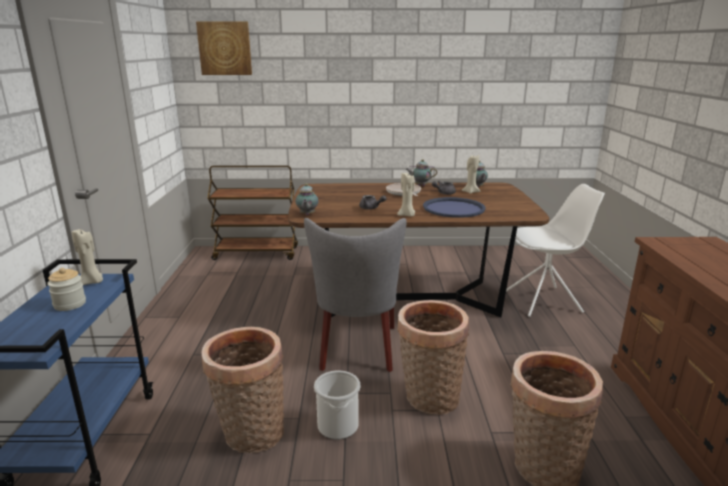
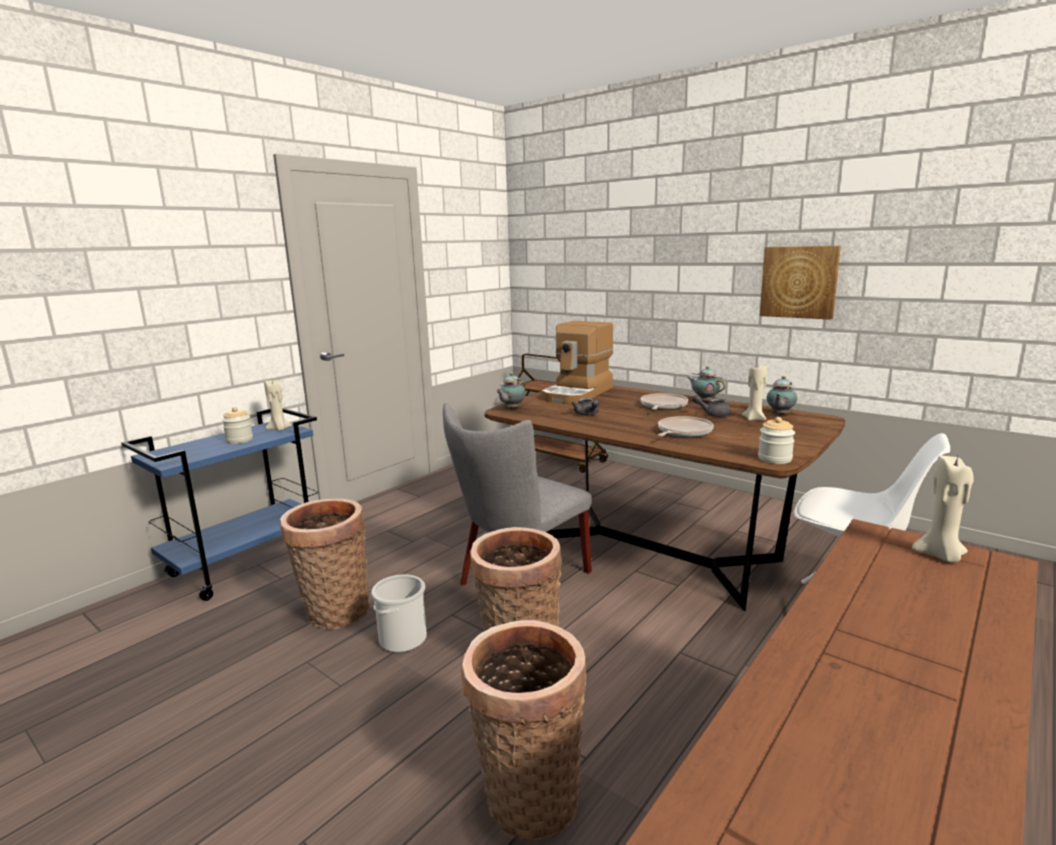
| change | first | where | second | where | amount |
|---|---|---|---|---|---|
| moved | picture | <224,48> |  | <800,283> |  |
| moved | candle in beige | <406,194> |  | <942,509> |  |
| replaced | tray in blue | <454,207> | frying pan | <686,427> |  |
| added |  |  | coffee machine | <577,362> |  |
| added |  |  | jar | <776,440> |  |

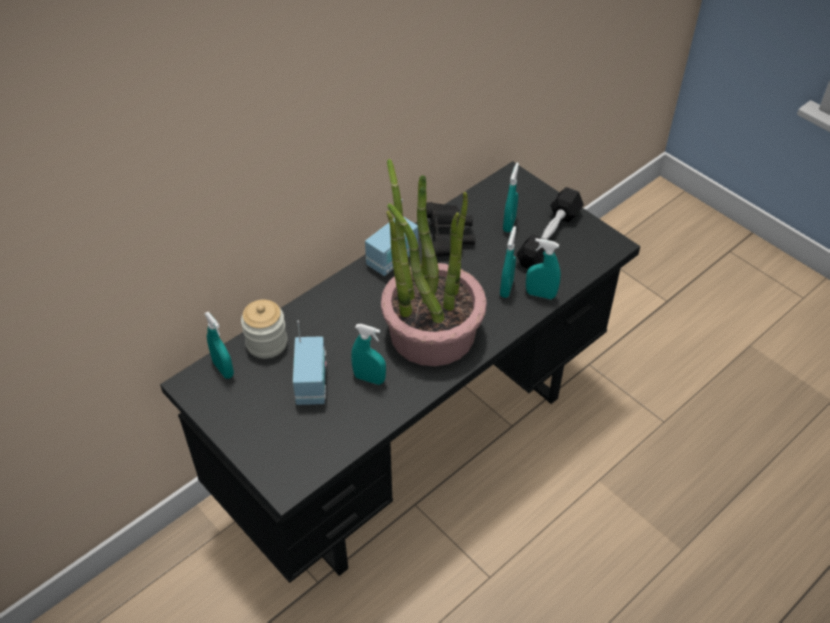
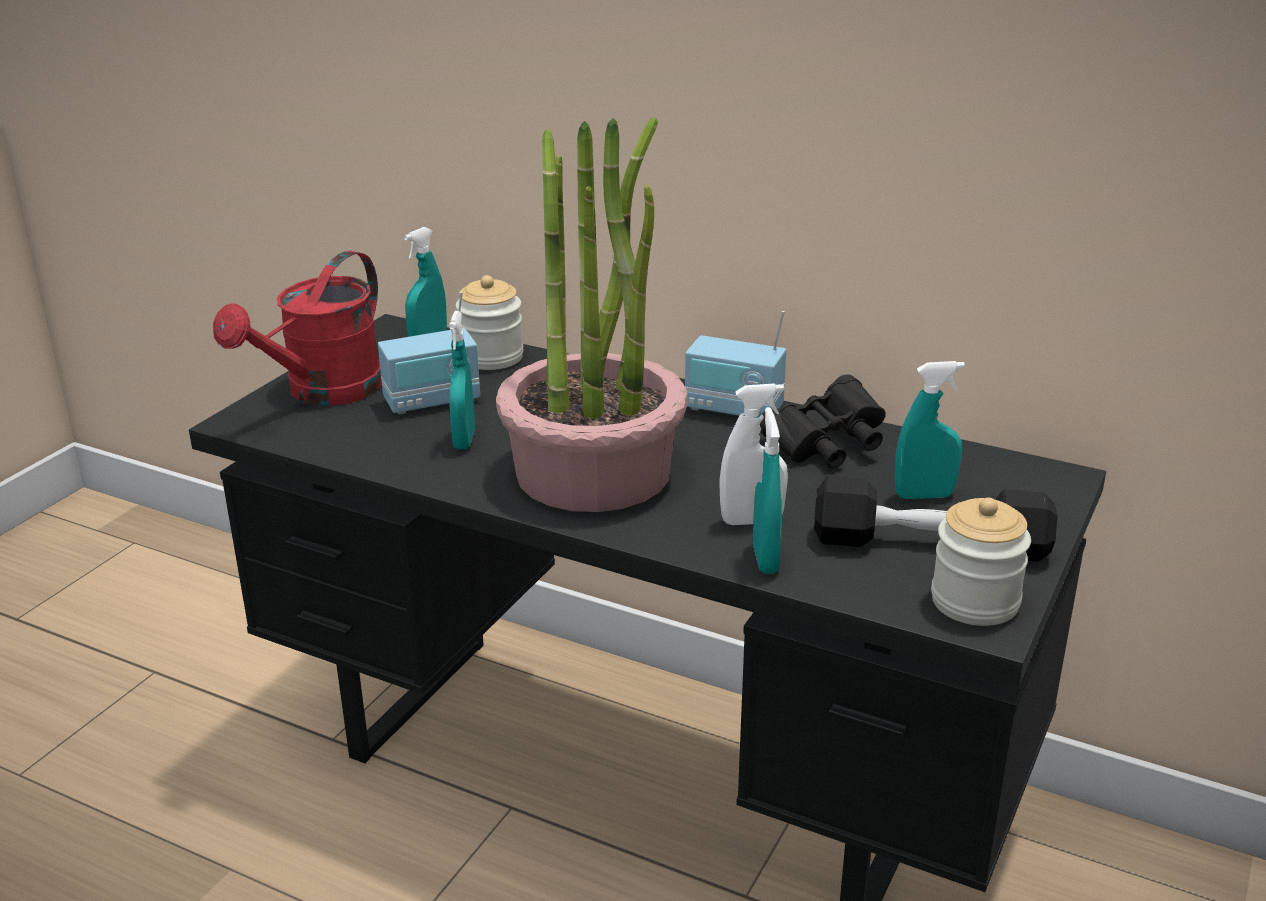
| change | first | where | second | where | amount |
|---|---|---|---|---|---|
| recoloured | spray bottle in turquoise | <508,262> | spray bottle in white | <753,454> |  |
| added |  |  | watering can in red | <297,328> |  |
| added |  |  | jar | <981,561> |  |

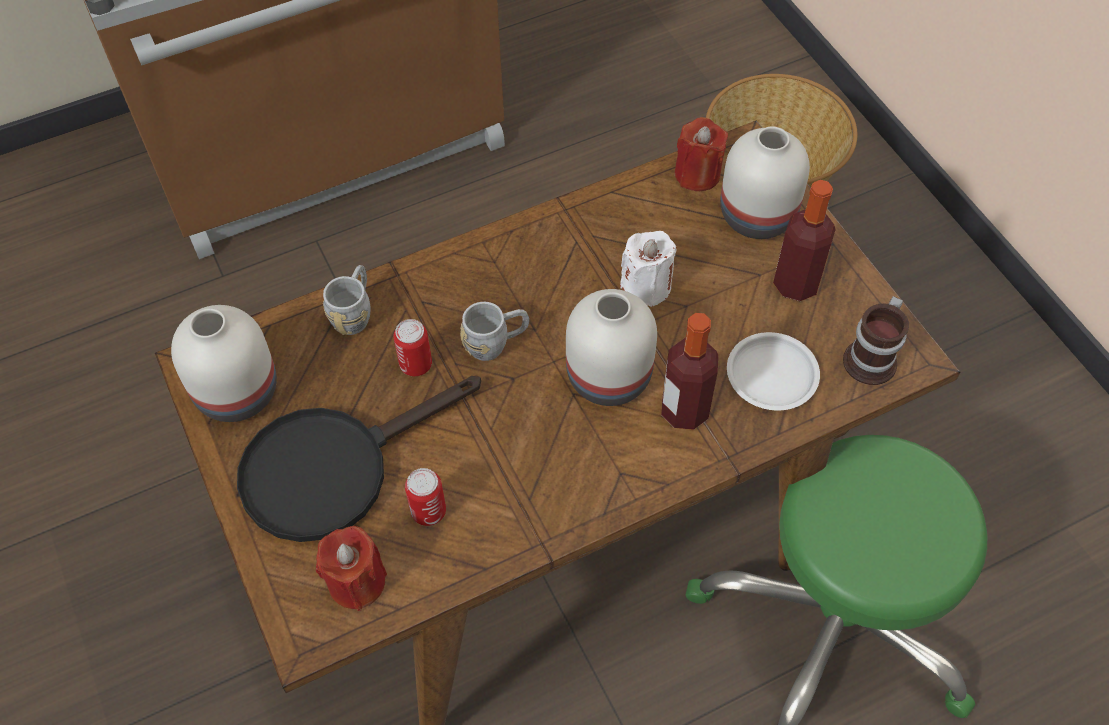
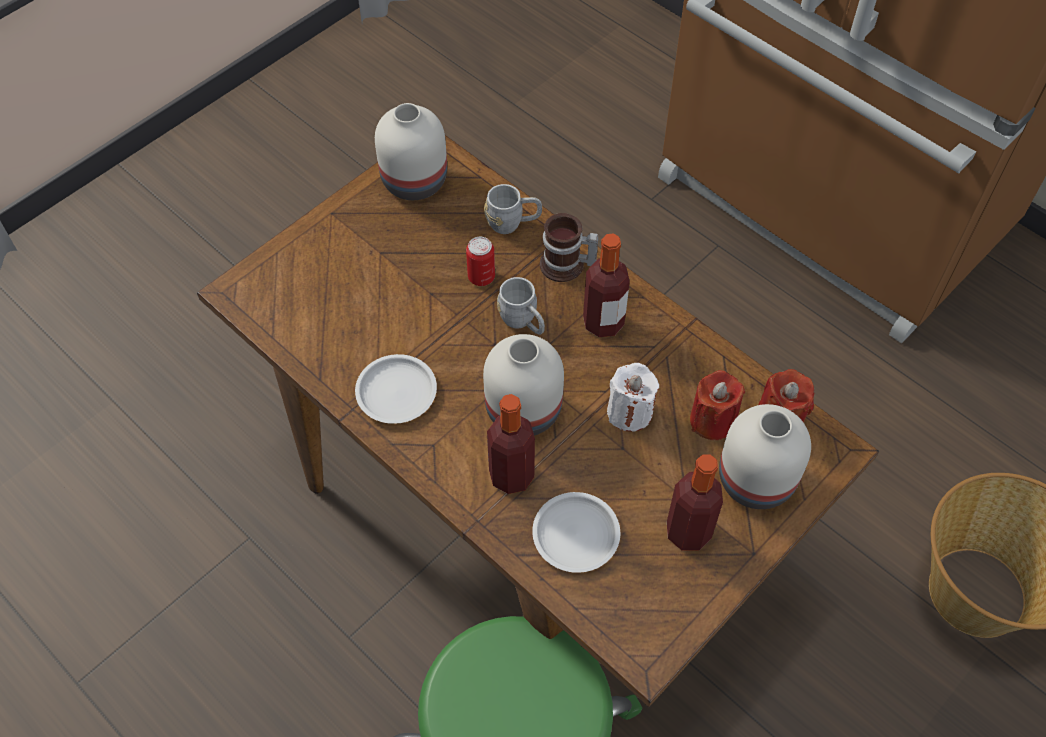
| change | first | where | second | where | amount |
|---|---|---|---|---|---|
| removed | frying pan in black | <359,459> |  |  |  |
| moved | candle in red | <351,568> |  | <717,405> |  |
| removed | can | <425,497> |  |  |  |
| moved | mug | <876,340> |  | <569,247> |  |
| added |  |  | plate in white | <396,389> |  |
| added |  |  | bottle | <606,285> |  |

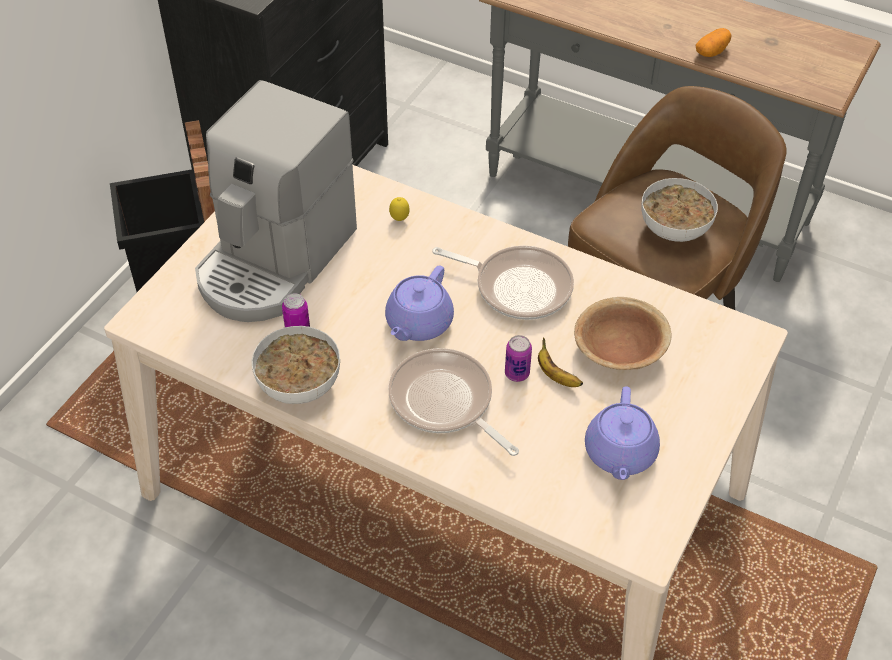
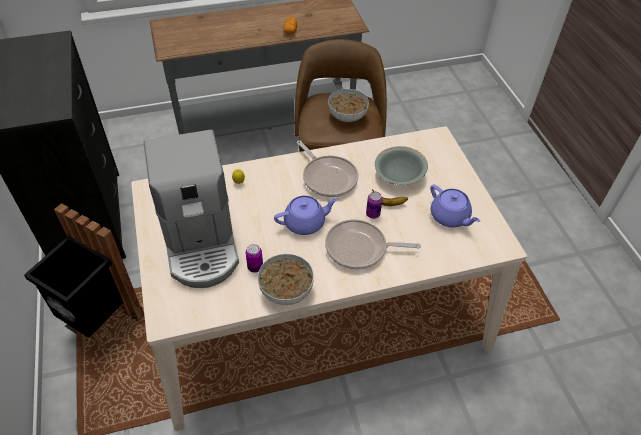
| change | first | where | second | where | amount |
|---|---|---|---|---|---|
| turned | teapot in purple | <419,303> |  | <306,215> | 90 degrees counterclockwise |
| turned | frying pan | <503,283> |  | <327,169> | 75 degrees clockwise |
| recoloured | bowl in brown | <623,333> | bowl in grey | <401,165> |  |

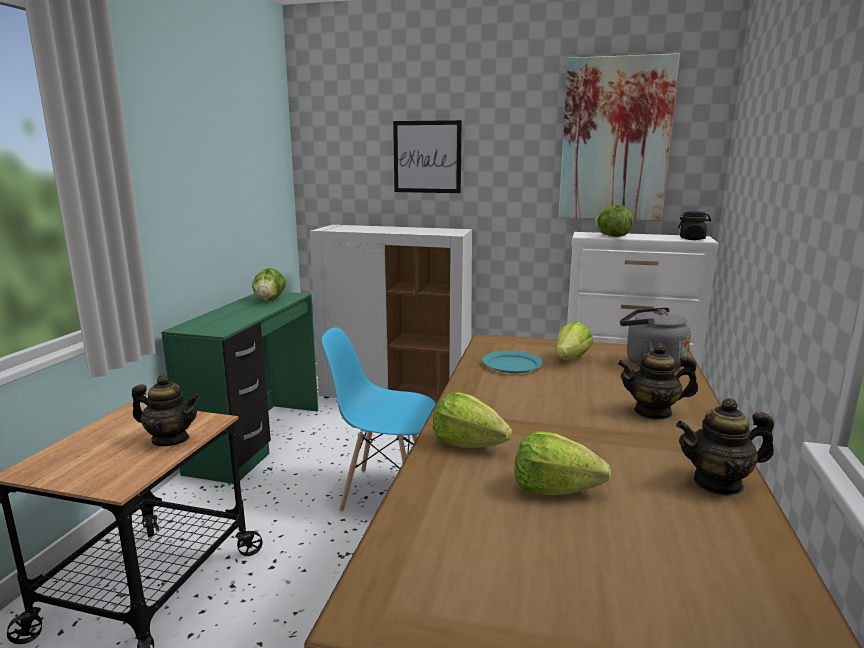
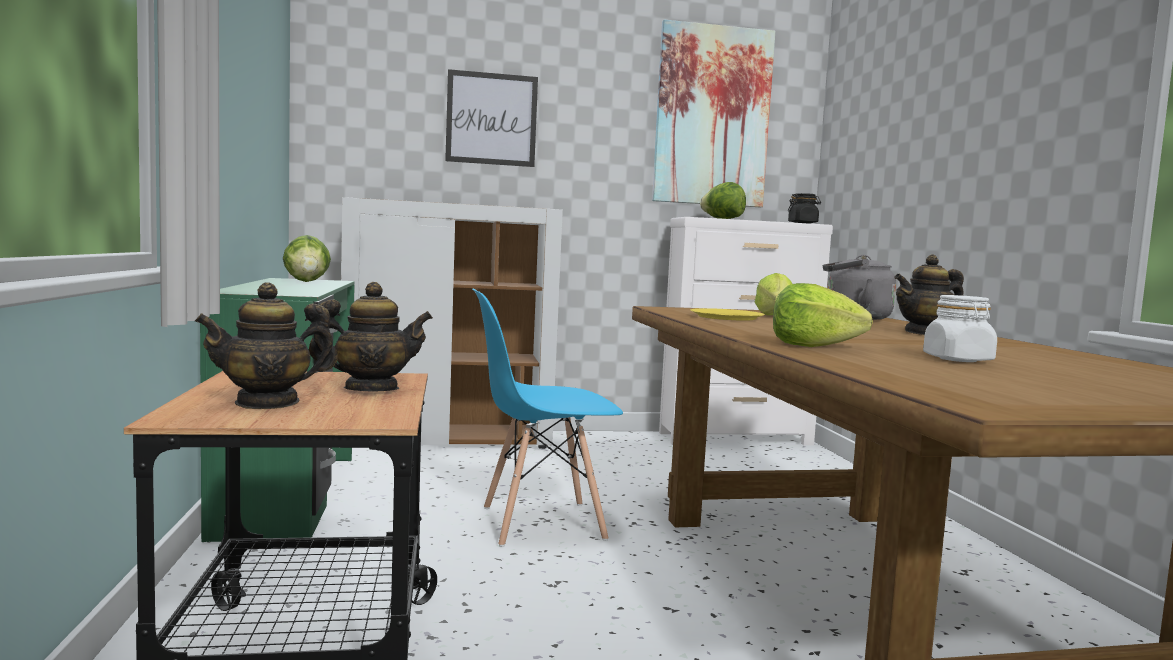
| change | first | where | second | where | amount |
|---|---|---|---|---|---|
| recoloured | plate in turquoise | <512,362> | plate in yellow | <727,314> |  |
| replaced | lettuce | <562,463> | jar in white | <960,328> |  |
| moved | teapot | <725,447> |  | <266,345> |  |

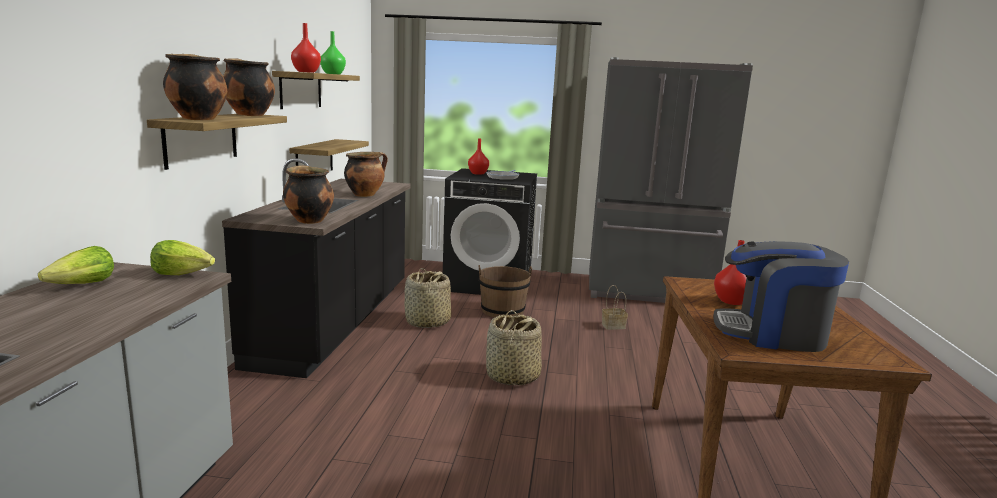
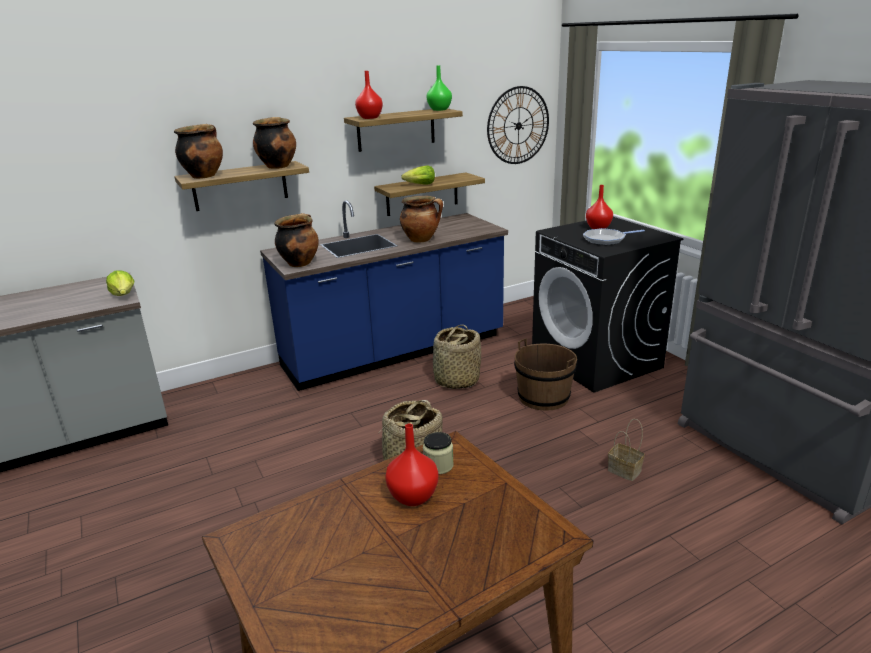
| change | first | where | second | where | amount |
|---|---|---|---|---|---|
| moved | lettuce | <76,265> |  | <418,174> |  |
| recoloured | counter in black | <316,268> | counter in blue | <384,295> |  |
| removed | coffee machine | <781,296> |  |  |  |
| added |  |  | jar | <438,453> |  |
| added |  |  | wall clock | <518,125> |  |

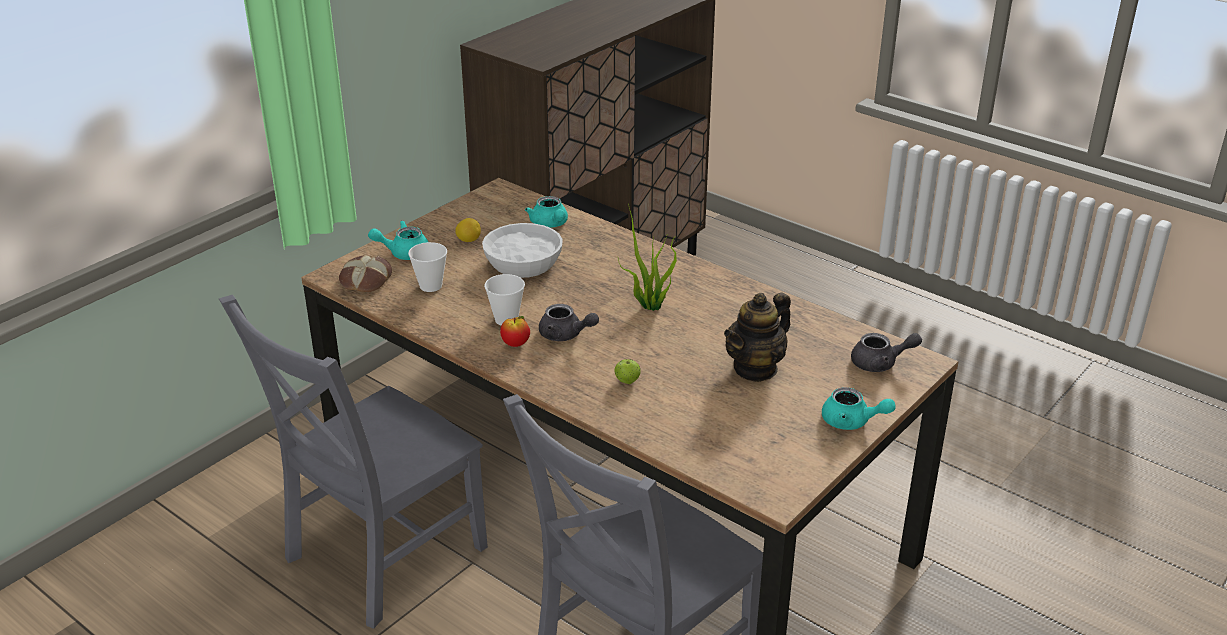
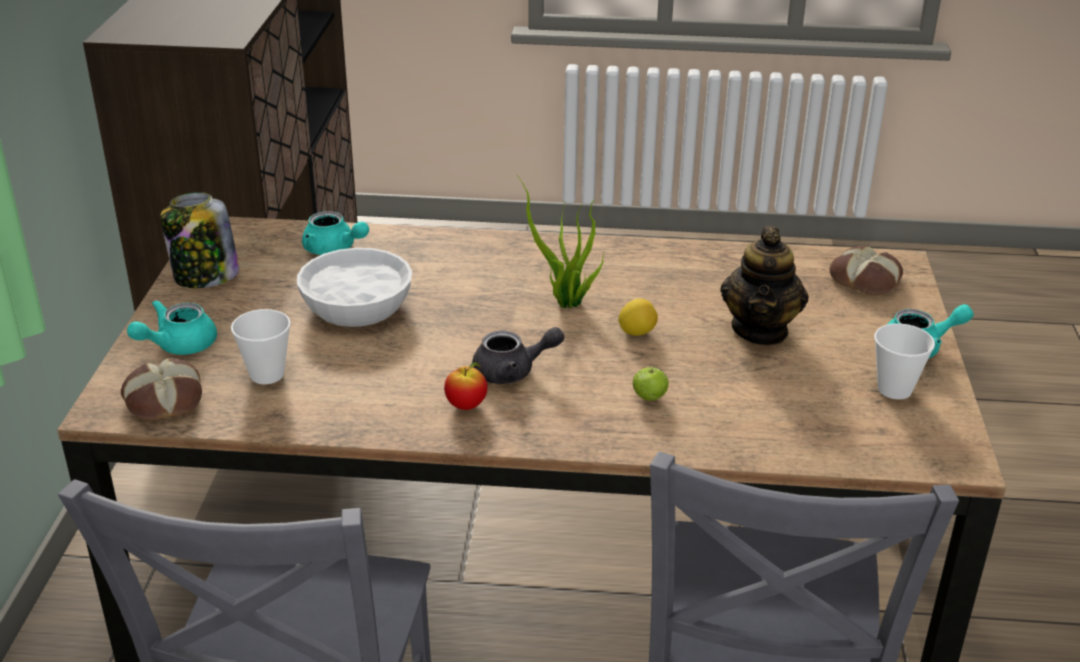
| change | first | where | second | where | amount |
|---|---|---|---|---|---|
| moved | lemon | <468,230> |  | <638,317> |  |
| moved | cup | <504,299> |  | <904,361> |  |
| replaced | teapot in grey | <886,352> | bread | <866,271> |  |
| added |  |  | jar | <199,240> |  |

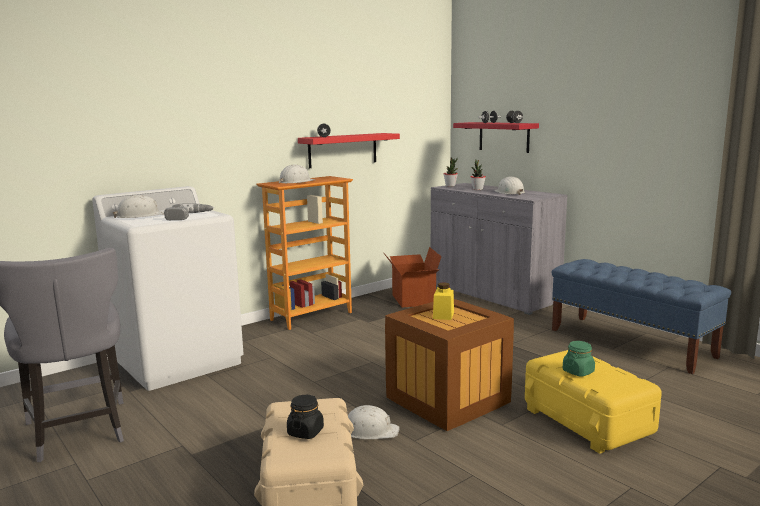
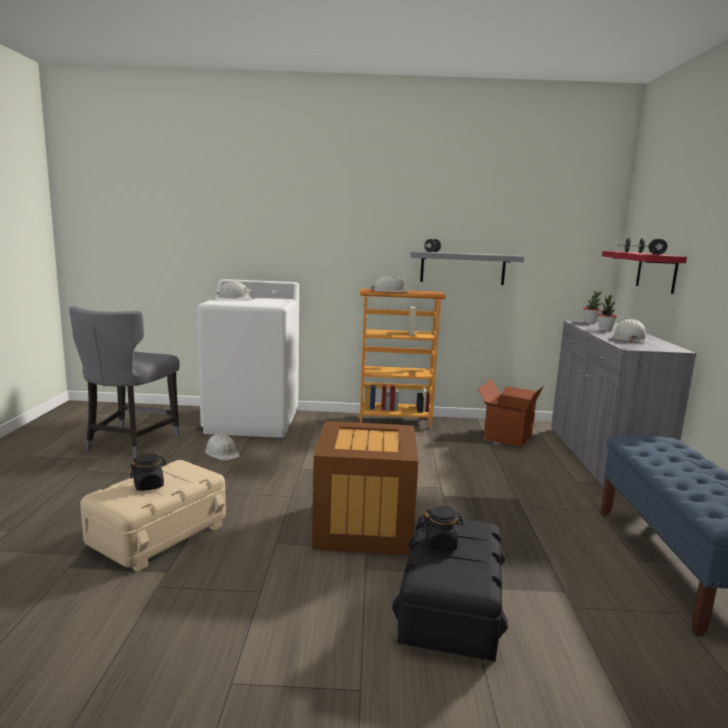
| change | first | where | second | where | amount |
|---|---|---|---|---|---|
| removed | power drill | <189,211> |  |  |  |
| recoloured | shelf in red | <349,150> | shelf in grey | <467,268> |  |
| moved | hard hat in white | <374,422> |  | <222,446> |  |
| removed | jar in yellow | <443,301> |  |  |  |
| recoloured | storage box in yellow | <593,402> | storage box in black | <450,588> |  |
| recoloured | jar in green | <579,358> | jar in black | <442,528> |  |

